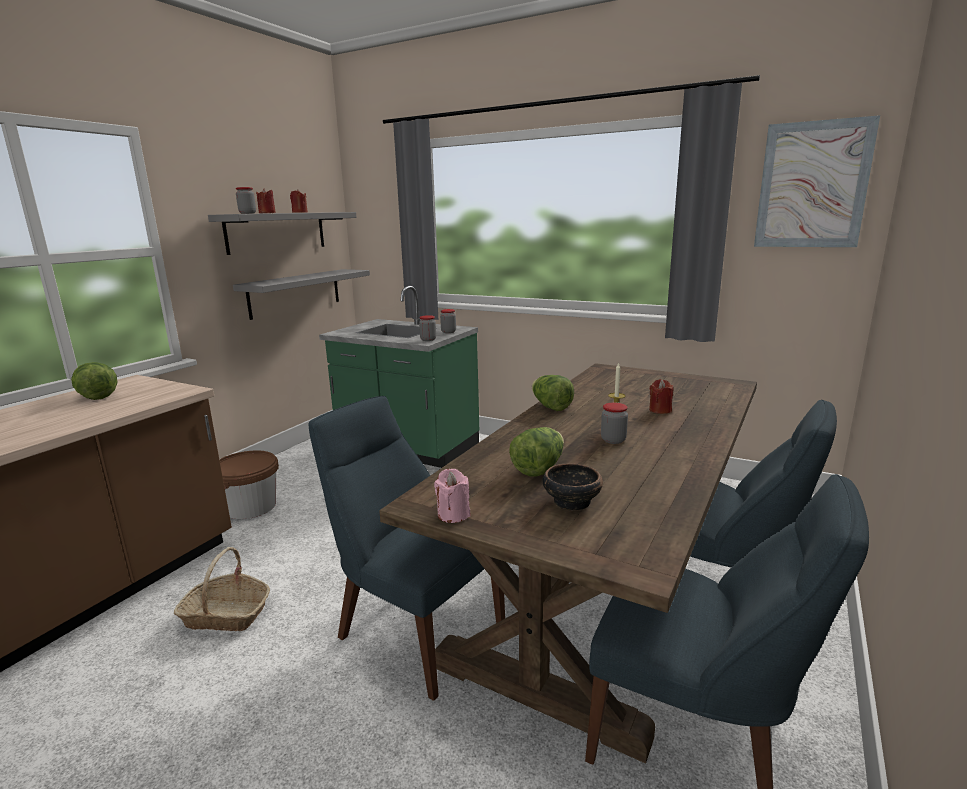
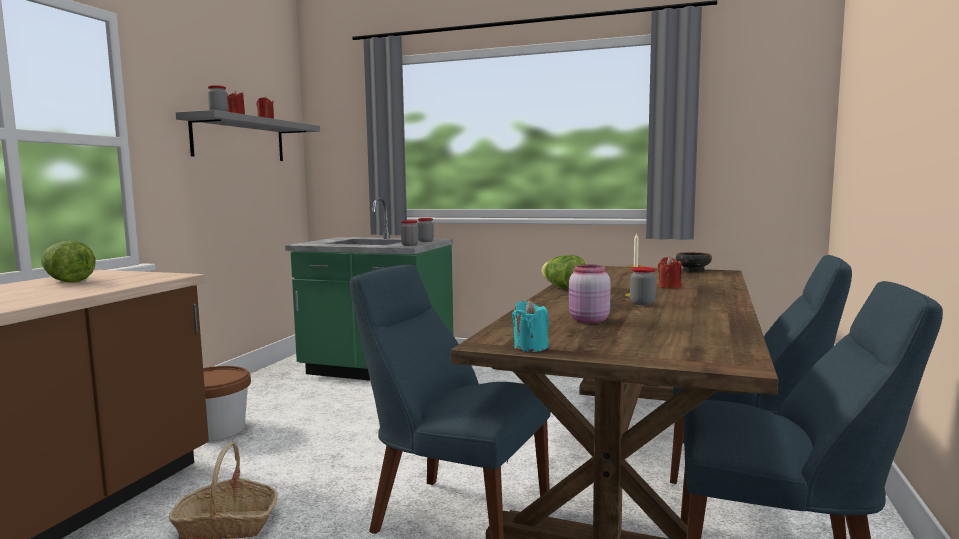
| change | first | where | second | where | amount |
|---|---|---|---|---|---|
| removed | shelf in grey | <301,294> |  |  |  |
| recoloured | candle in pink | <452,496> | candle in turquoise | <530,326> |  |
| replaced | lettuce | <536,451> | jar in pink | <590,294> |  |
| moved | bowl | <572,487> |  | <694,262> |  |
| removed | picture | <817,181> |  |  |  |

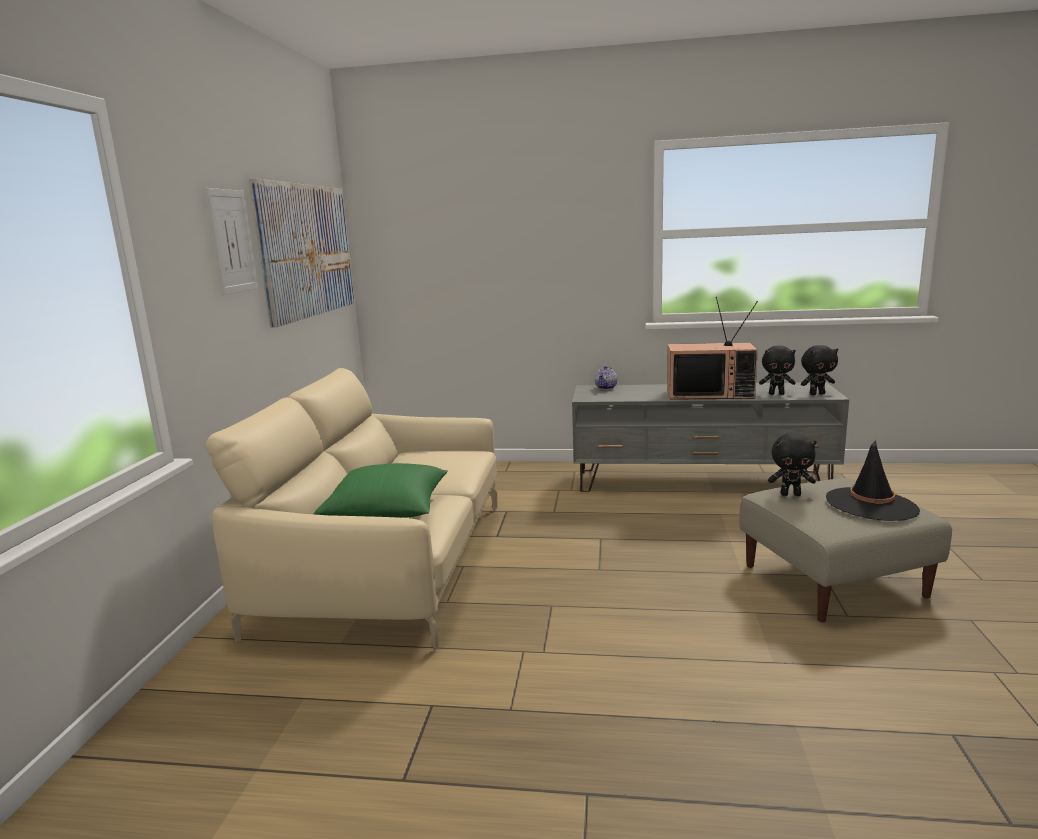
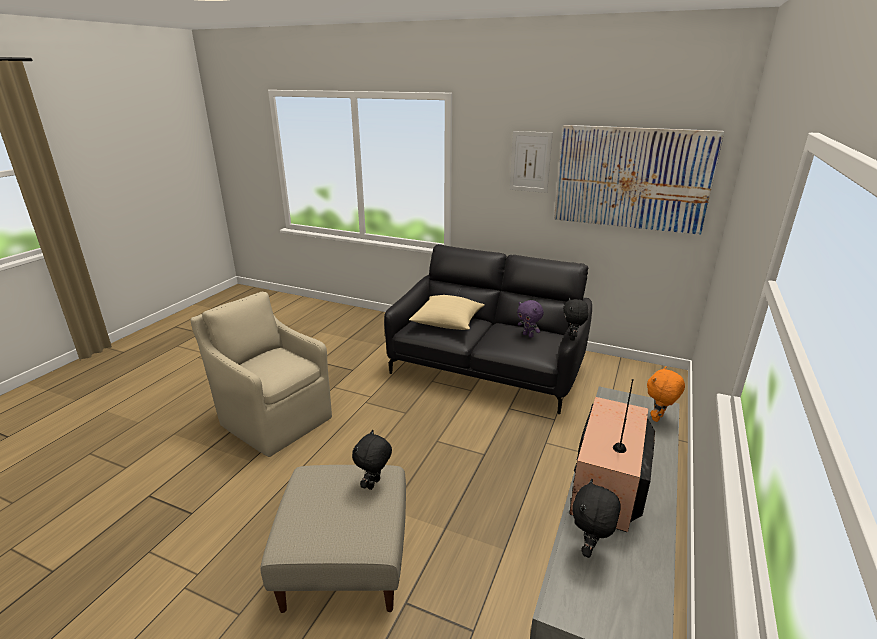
| change | first | where | second | where | amount |
|---|---|---|---|---|---|
| recoloured | sofa in beige | <351,508> | sofa in black | <488,329> |  |
| recoloured | pillow in green | <381,490> | pillow in beige | <447,312> |  |
| replaced | teapot | <606,378> | plush toy in orange | <666,394> |  |
| moved | plush toy in black | <819,370> |  | <575,319> |  |
| removed | hat in black | <873,480> |  |  |  |
| added |  |  | armchair in beige | <261,374> |  |
| added |  |  | plush toy in purple | <530,319> |  |

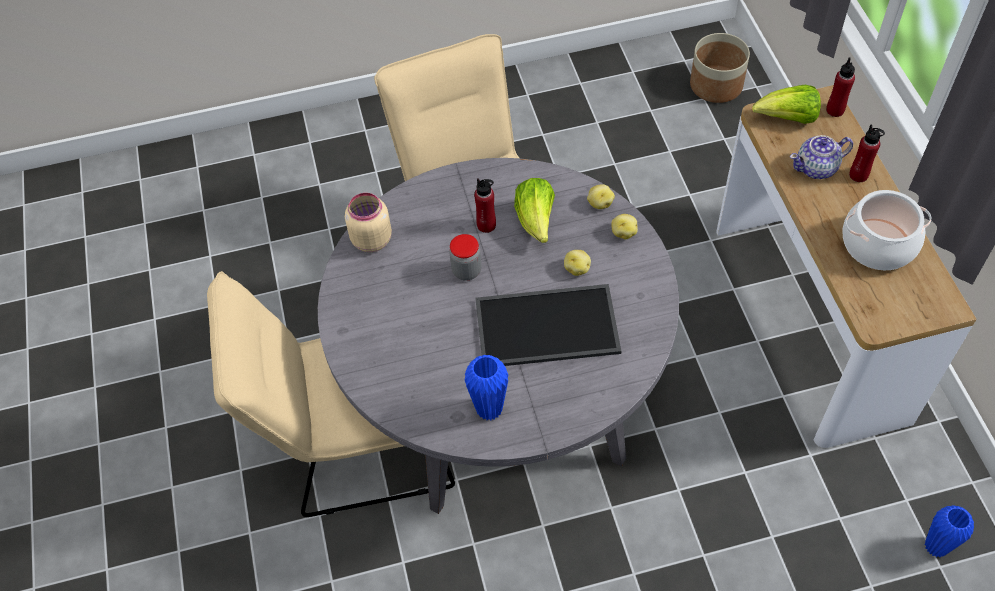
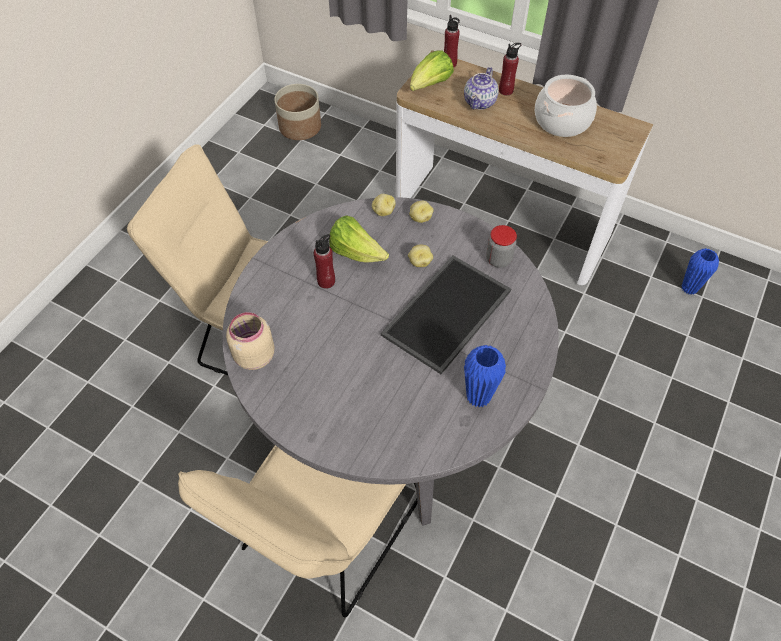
| change | first | where | second | where | amount |
|---|---|---|---|---|---|
| moved | jar | <465,257> |  | <501,246> |  |

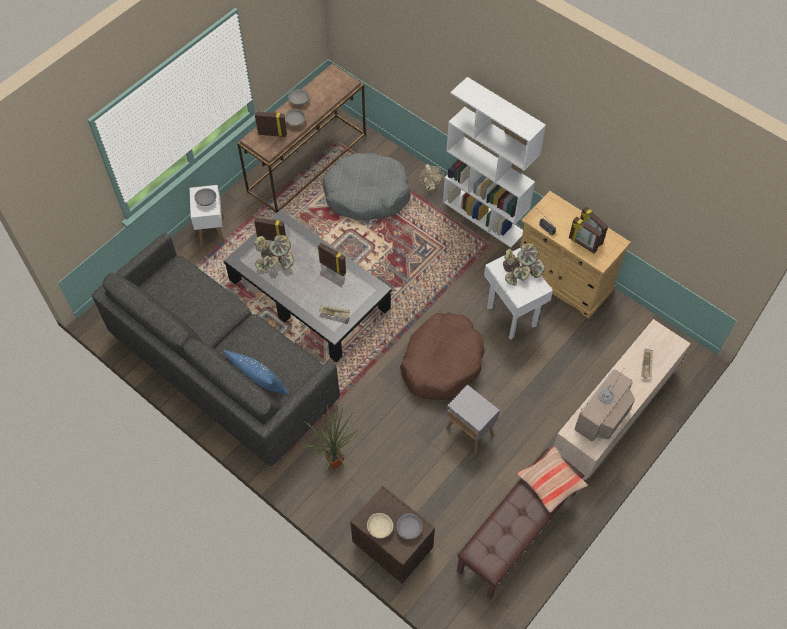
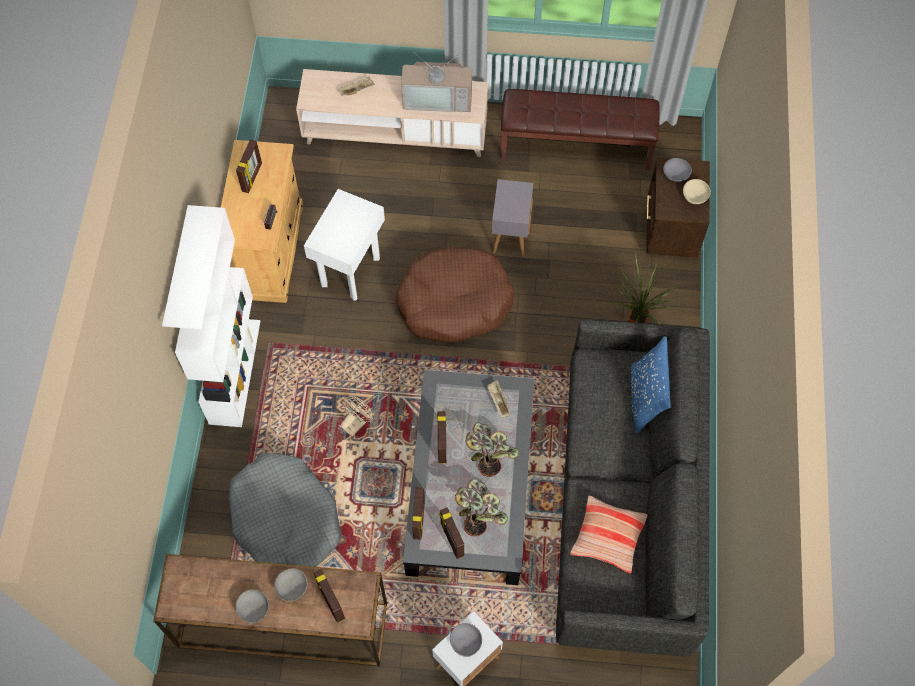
| change | first | where | second | where | amount |
|---|---|---|---|---|---|
| moved | fan in beige | <431,177> |  | <357,416> |  |
| moved | potted plant | <524,264> |  | <492,449> |  |
| moved | pillow | <552,480> |  | <608,534> |  |
| moved | picture frame | <586,234> |  | <418,513> |  |

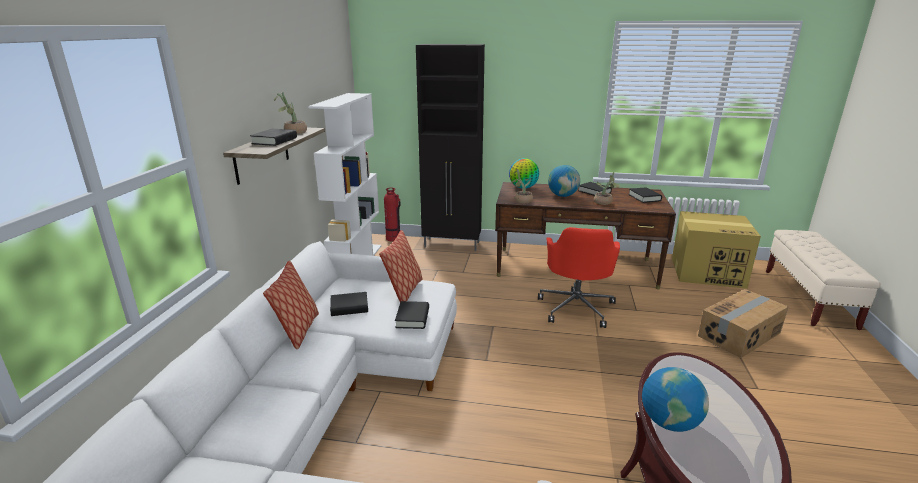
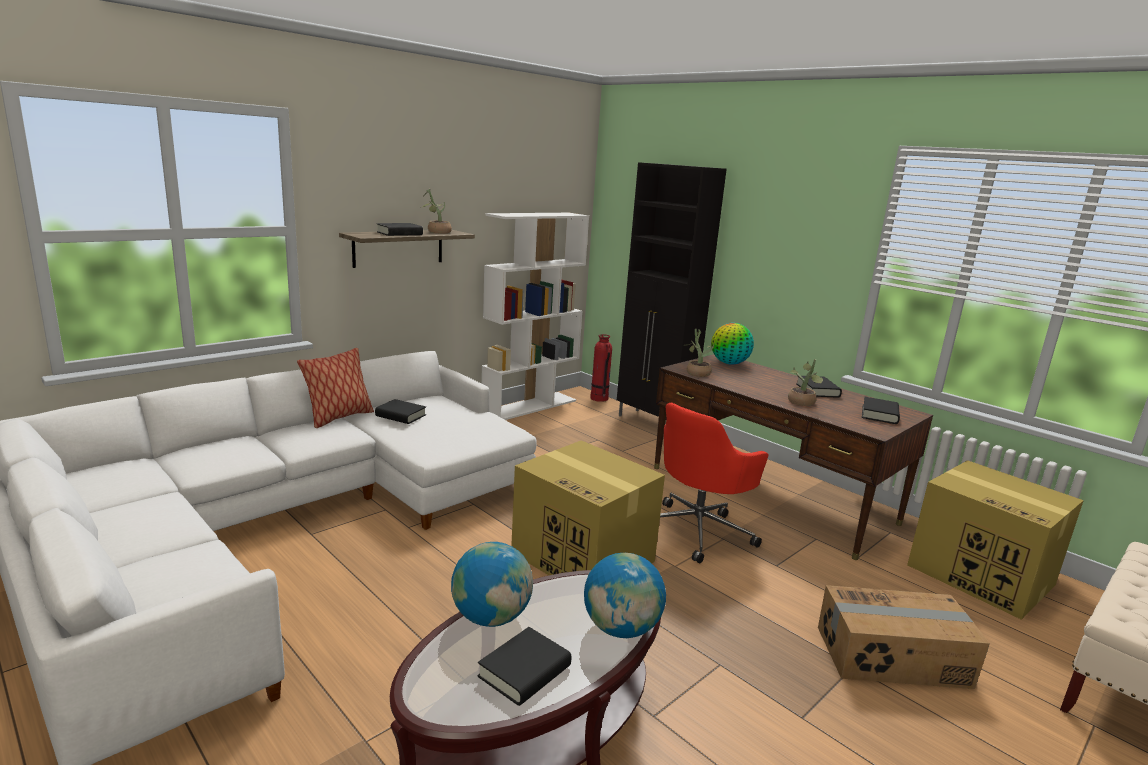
| change | first | where | second | where | amount |
|---|---|---|---|---|---|
| removed | pillow | <400,266> |  |  |  |
| moved | book in black | <412,315> |  | <525,666> |  |
| moved | globe | <564,181> |  | <625,595> |  |
| added |  |  | cardboard box | <588,507> |  |

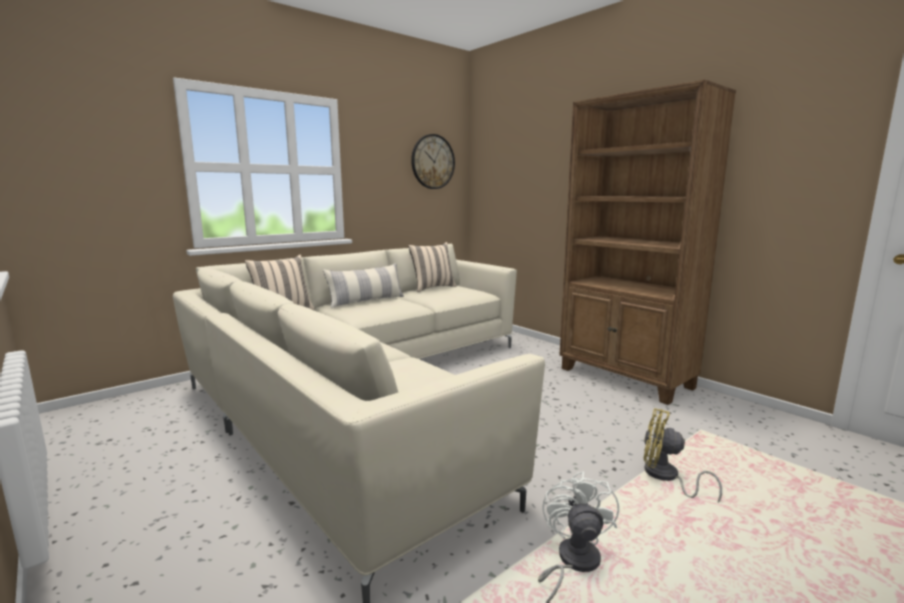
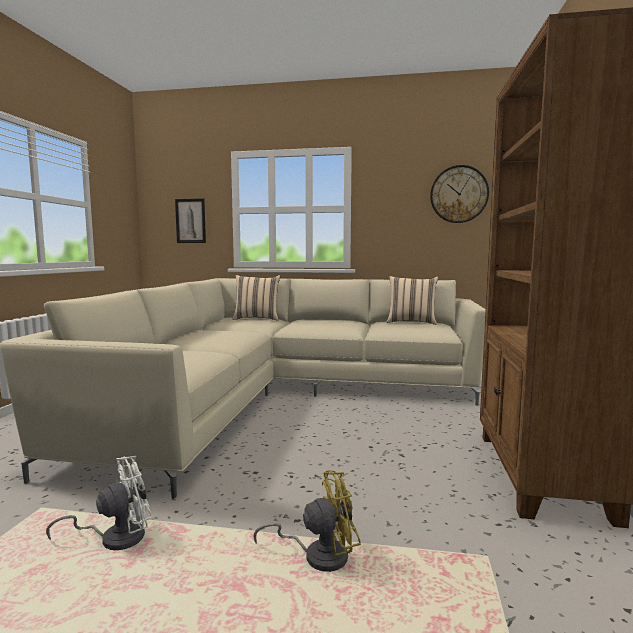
| change | first | where | second | where | amount |
|---|---|---|---|---|---|
| removed | pillow | <363,285> |  |  |  |
| turned | fan in yellow | <683,455> |  | <307,521> | 90 degrees clockwise |
| added |  |  | picture | <190,220> |  |

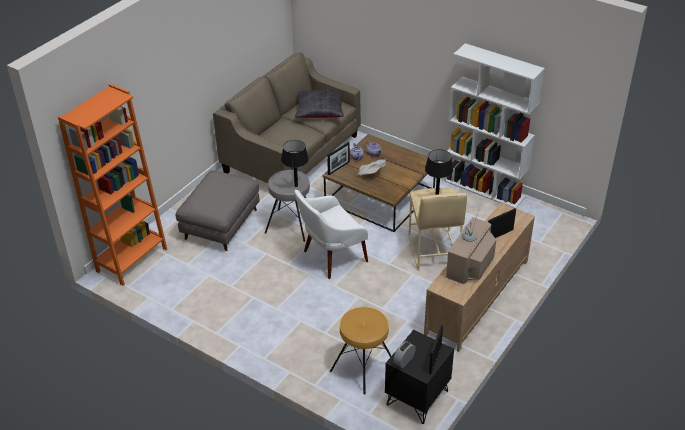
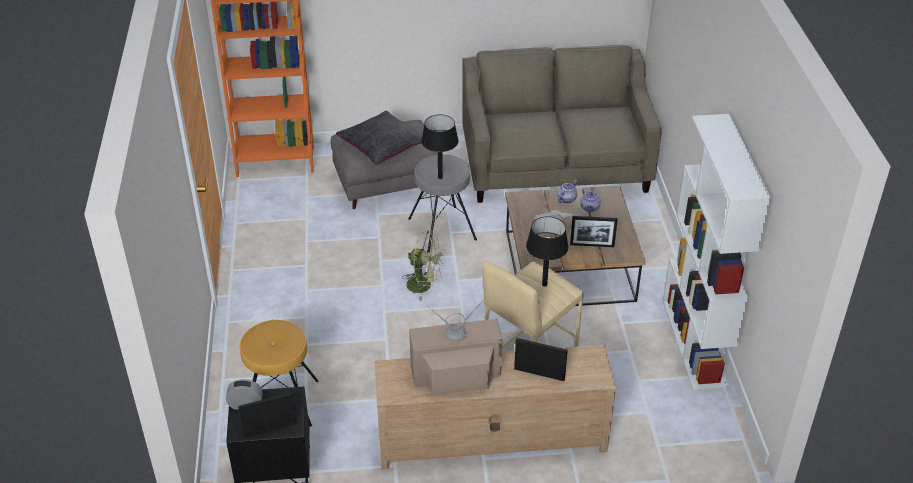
| change | first | where | second | where | amount |
|---|---|---|---|---|---|
| replaced | armchair in white | <331,234> | fan in green | <423,265> |  |
| moved | pillow in black | <319,104> |  | <379,138> |  |
| moved | picture frame | <338,158> |  | <594,231> |  |

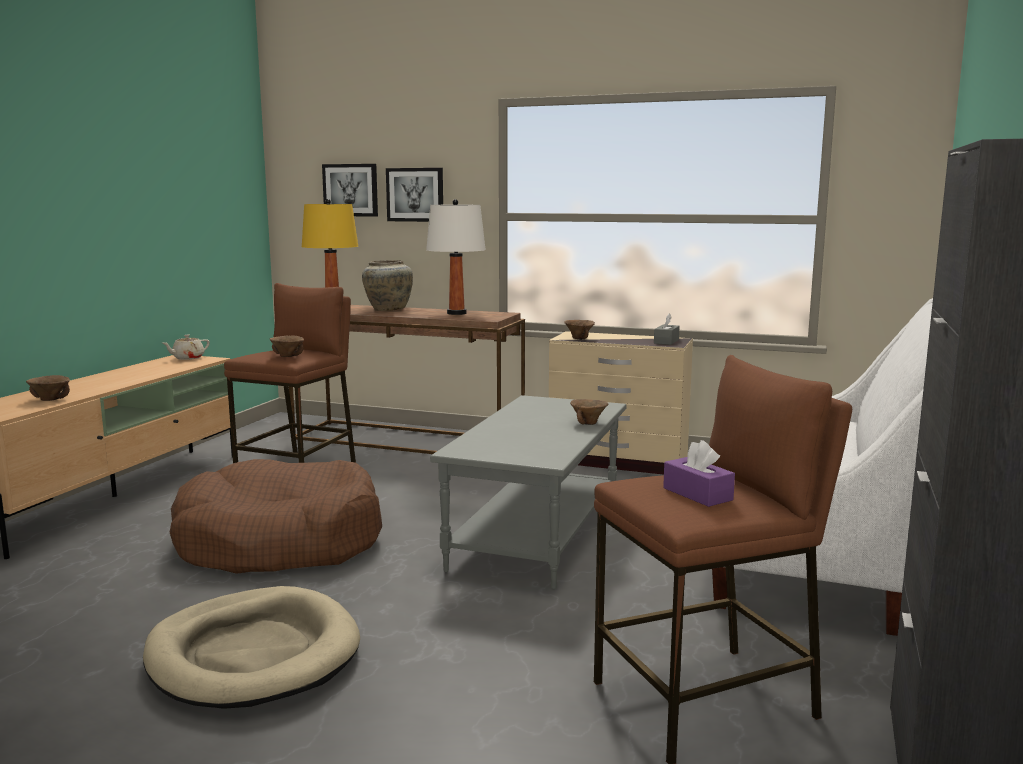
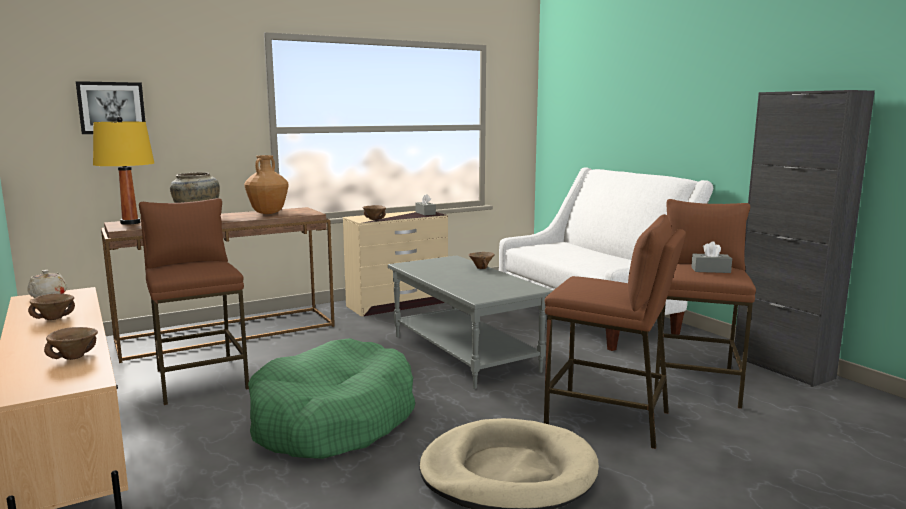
| change | first | where | second | where | amount |
|---|---|---|---|---|---|
| recoloured | dog bed in brown | <276,516> | dog bed in green | <331,398> |  |
| moved | bowl in brown | <286,346> |  | <51,307> |  |
| removed | picture | <414,195> |  |  |  |
| replaced | table lamp in white | <456,257> | vase in brown | <266,184> |  |
| recoloured | tissue box in purple | <699,473> | tissue box in grey | <711,257> |  |
| added |  |  | stool in brown | <615,331> |  |

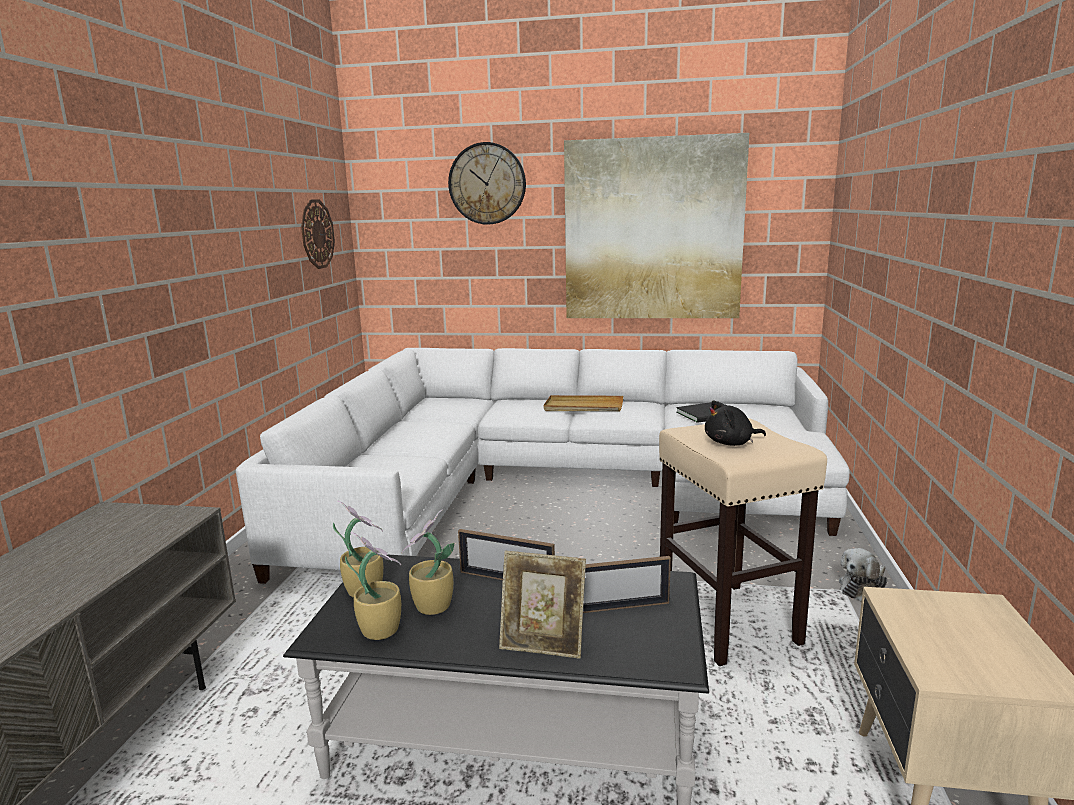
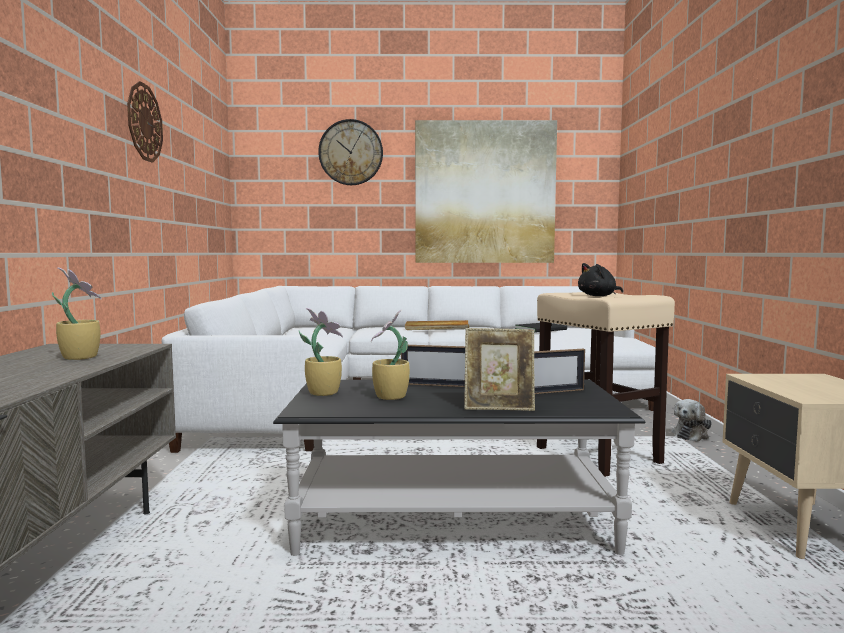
| change | first | where | second | where | amount |
|---|---|---|---|---|---|
| moved | wall clock | <318,234> |  | <145,122> |  |
| moved | potted plant | <373,586> |  | <76,314> |  |

